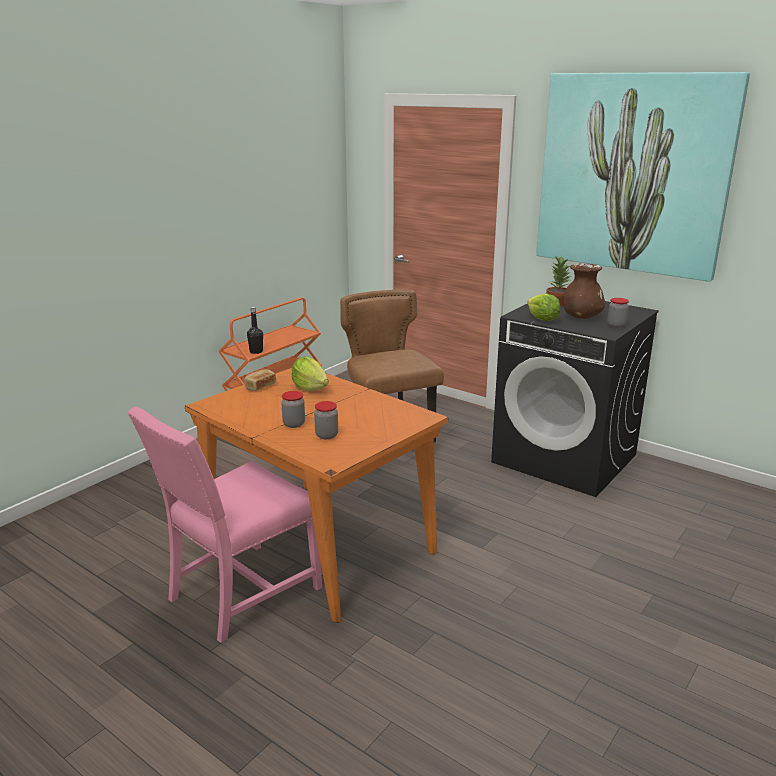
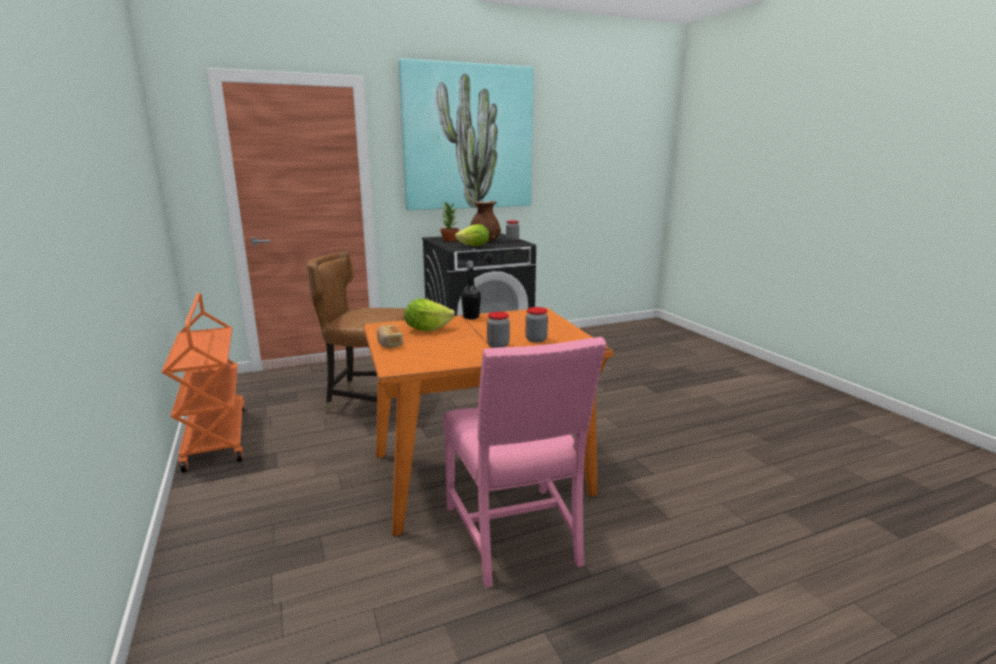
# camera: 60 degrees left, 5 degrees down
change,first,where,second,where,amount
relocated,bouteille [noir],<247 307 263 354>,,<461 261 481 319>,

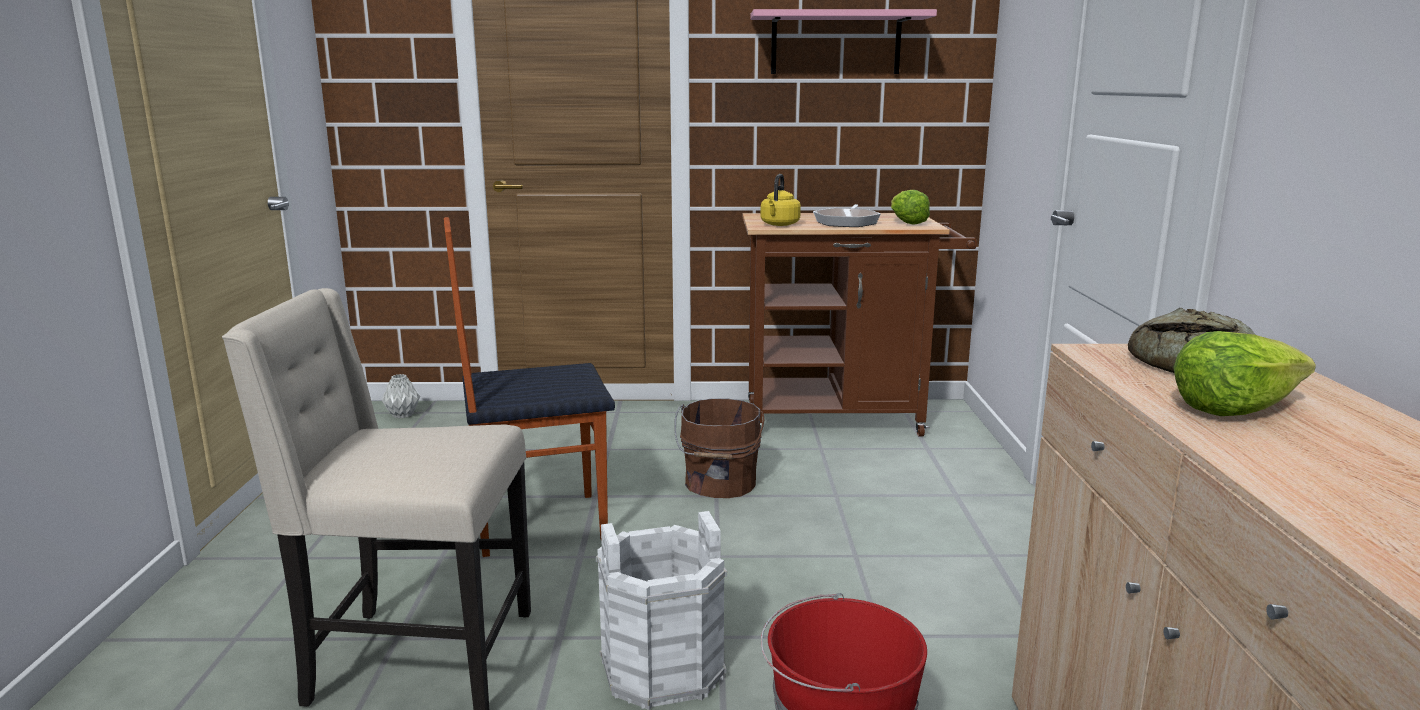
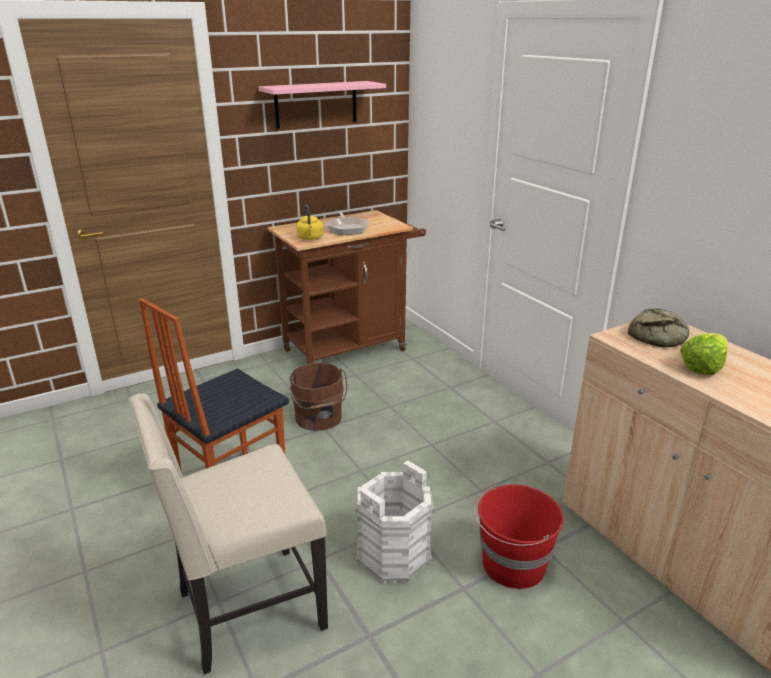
# camera: 30 degrees left, 10 degrees up
change,first,where,second,where,amount
missing,vase [gris],<382 374 420 418>,,,
missing,laitue,<891 190 930 225>,,,

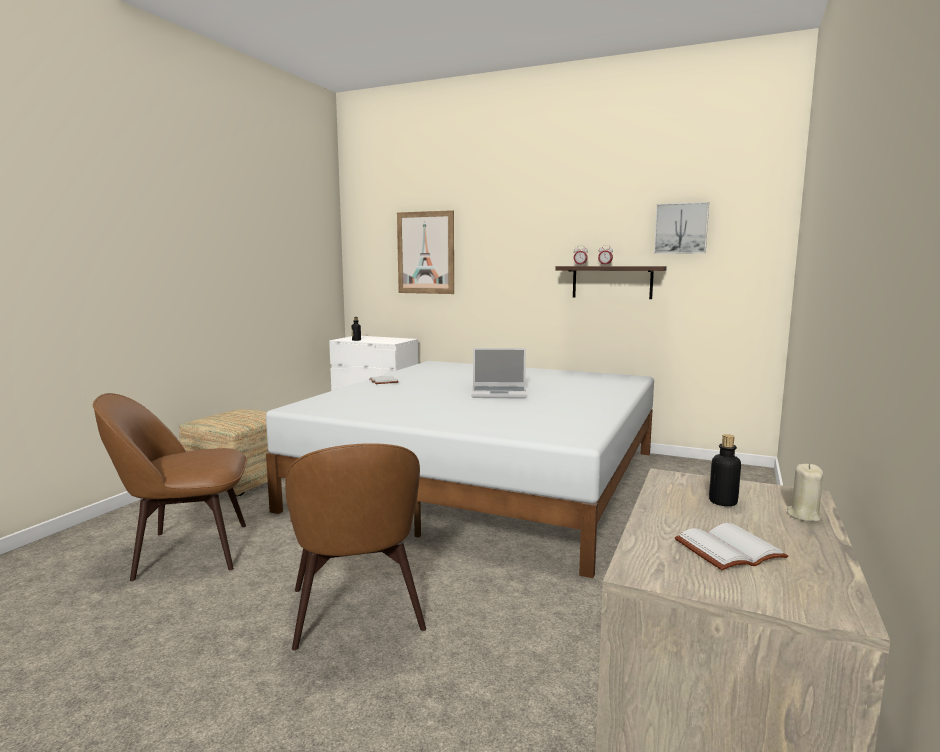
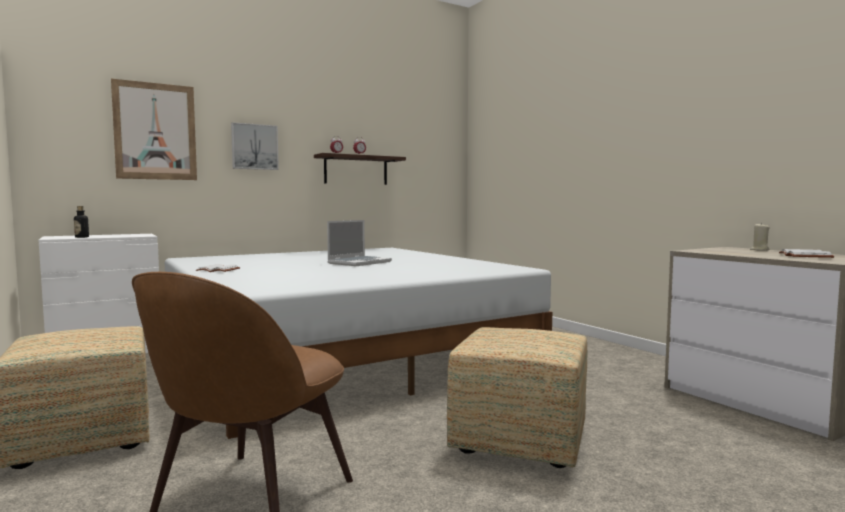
# camera: 55 degrees left, 5 degrees down
change,first,where,second,where,amount
missing,bouteille,<709 434 741 506>,,,
relocated,tableau,<654 202 709 254>,,<231 122 279 170>,
exchanged,chaise [marron],<285 443 426 650>,pouf,<447 327 587 468>,

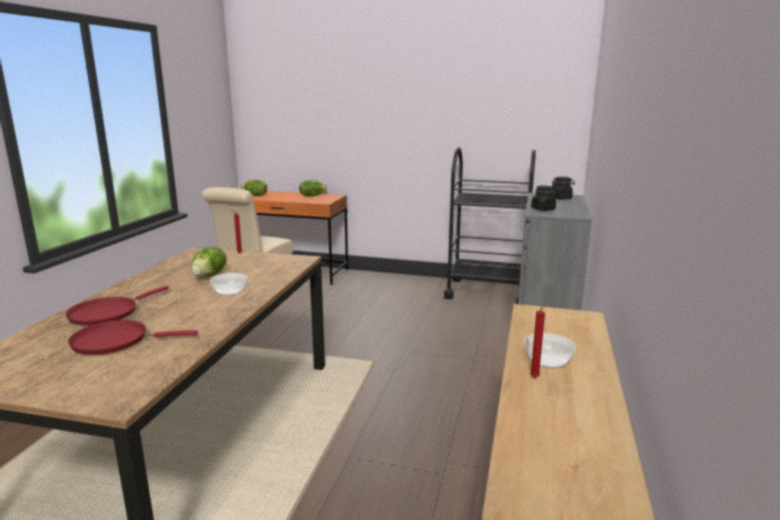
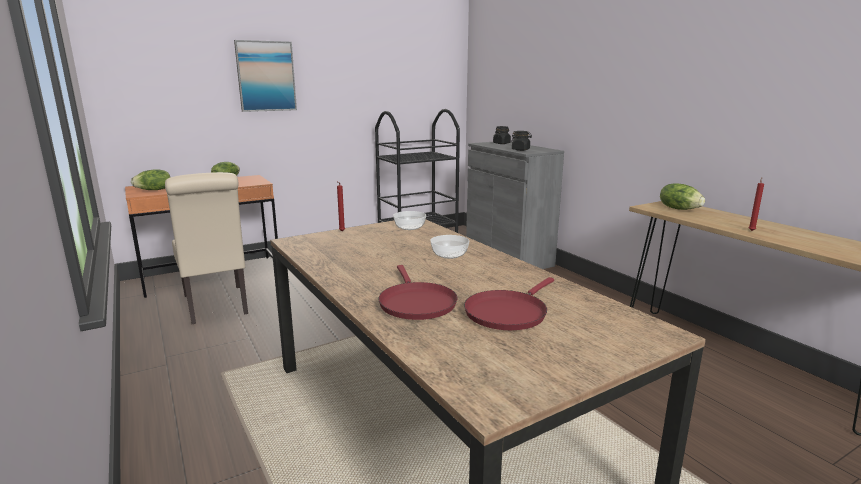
# camera: 45 degrees left, 0 degrees up
change,first,where,second,where,amount
appeared,,,tableau,<234 40 297 112>,
relocated,laitue,<191 247 227 277>,,<660 183 705 210>,
relocated,bol,<524 333 576 368>,,<393 211 426 230>,

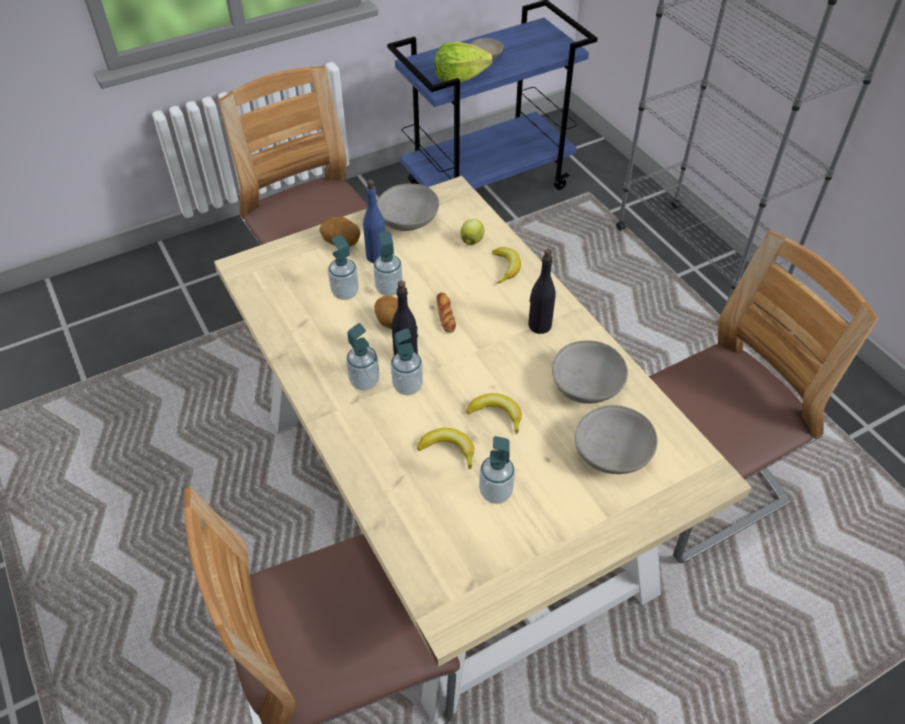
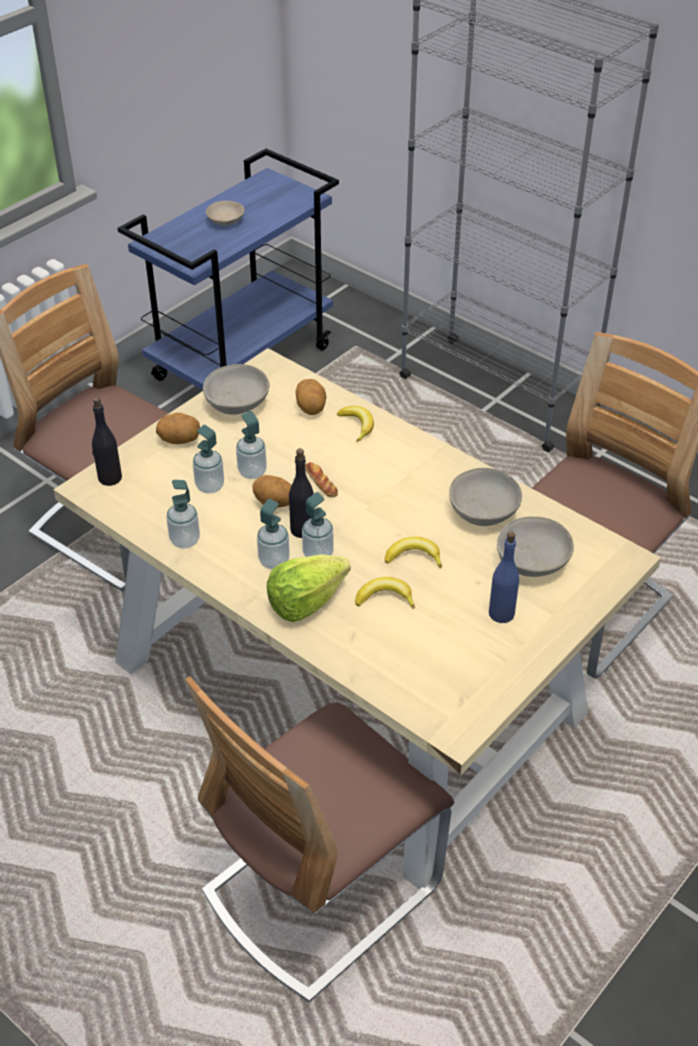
# camera: 20 degrees left, 5 degrees down
change,first,where,second,where,amount
relocated,bouteille [bleu],<363 180 386 263>,,<489 531 519 623>,
relocated,laitue,<435 42 493 83>,,<267 554 351 622>,
relocated,distributeur de savon,<479 436 515 504>,,<167 480 200 549>,
relocated,bouteille [noir],<528 249 556 334>,,<92 397 122 486>,
exchanged,pomme,<460 219 485 245>,pomme de terre,<296 379 326 415>,

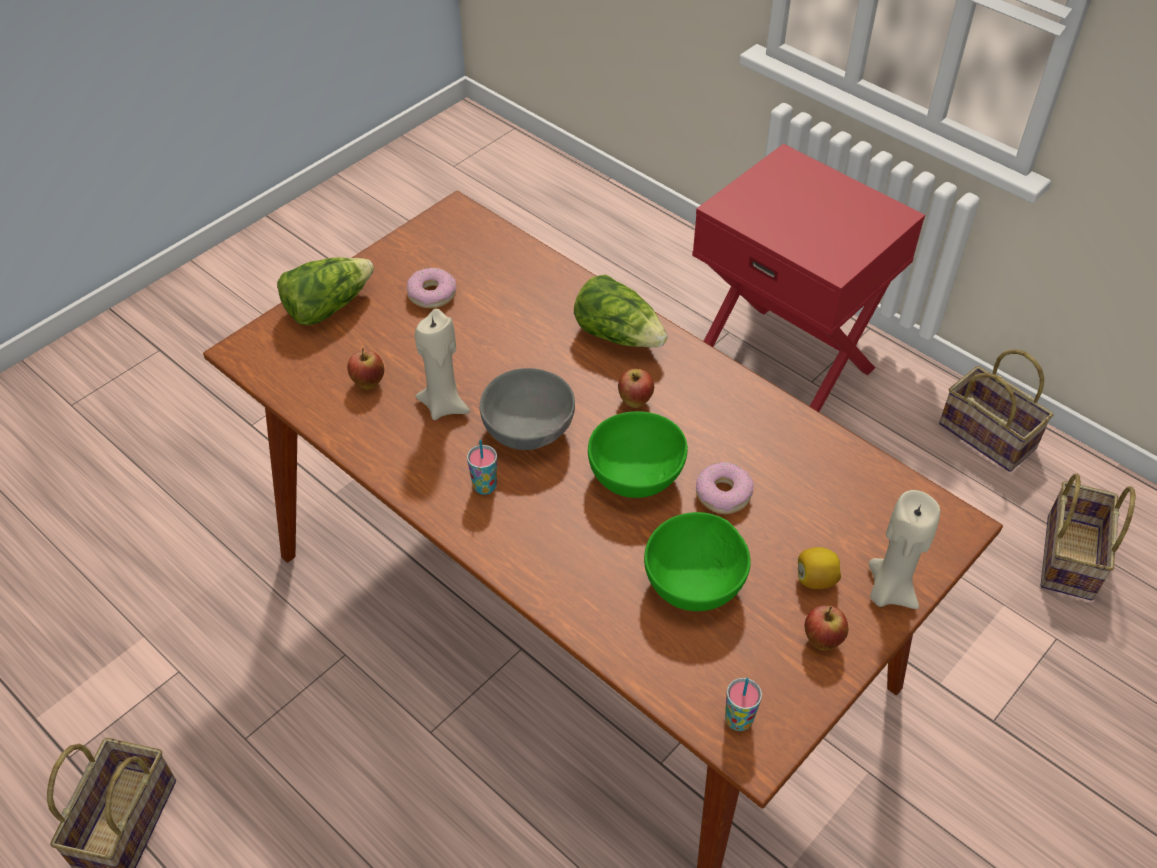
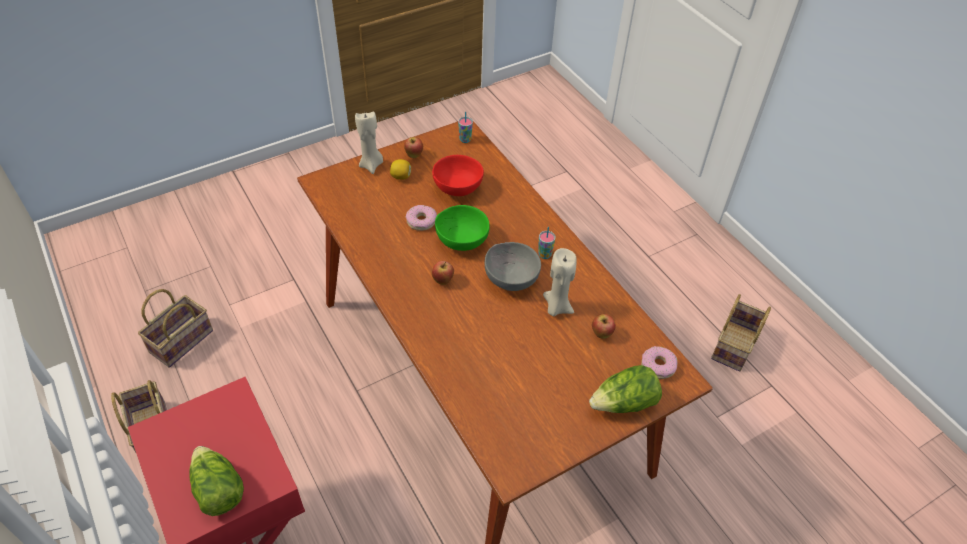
# camera: 165 degrees left, 0 degrees up
change,first,where,second,where,amount
relocated,beignet,<407 268 456 308>,,<641 346 678 379>,
relocated,laitue,<574 275 668 347>,,<189 446 244 516>,
colour,bol [vert],<644 512 751 611>,bol [rouge],<432 155 484 196>,

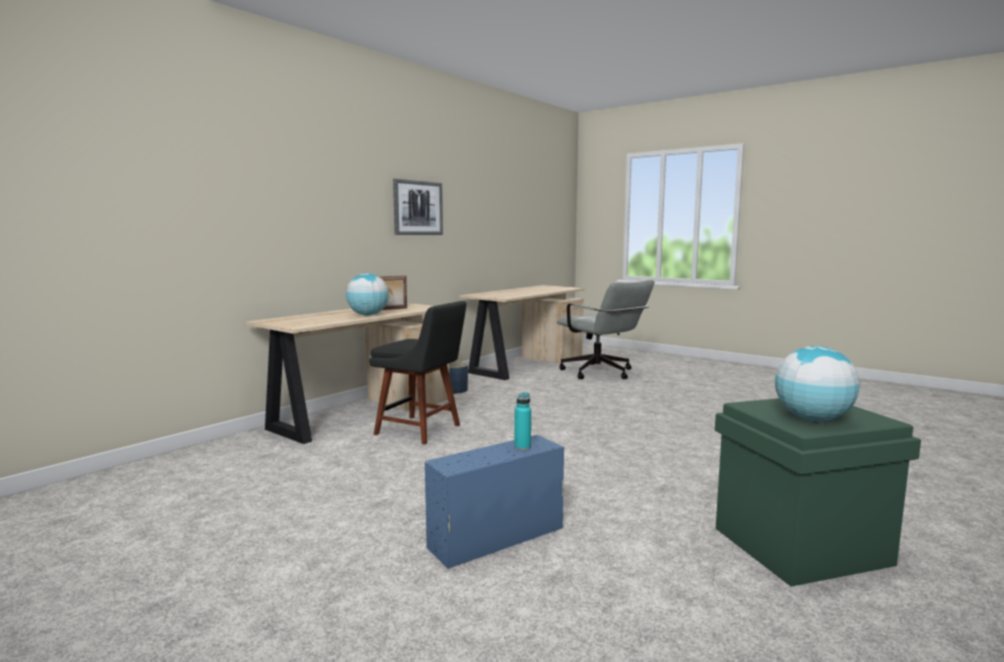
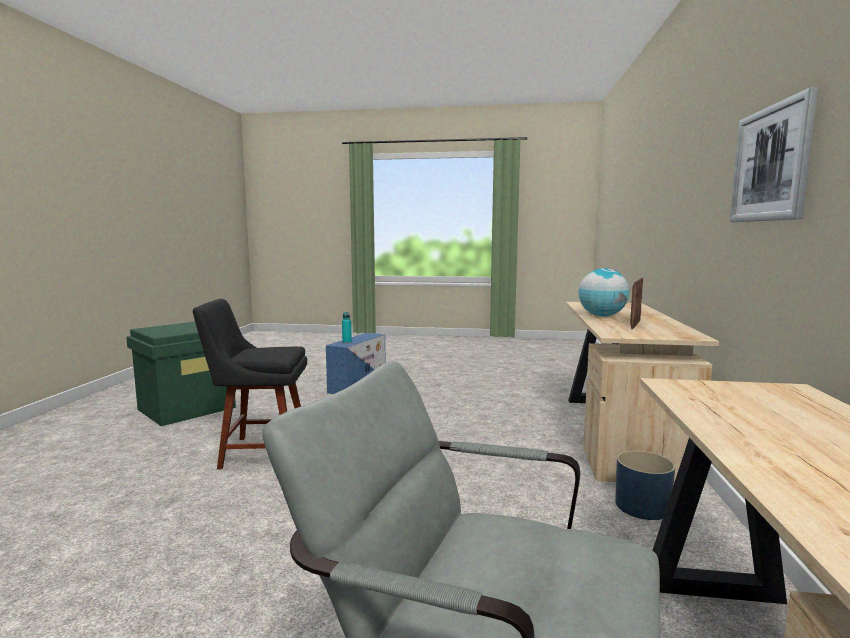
# camera: 150 degrees right, 0 degrees up
change,first,where,second,where,amount
missing,globe,<775 346 860 421>,,,
relocated,chaise [noir],<369 301 467 445>,,<193 299 307 470>,

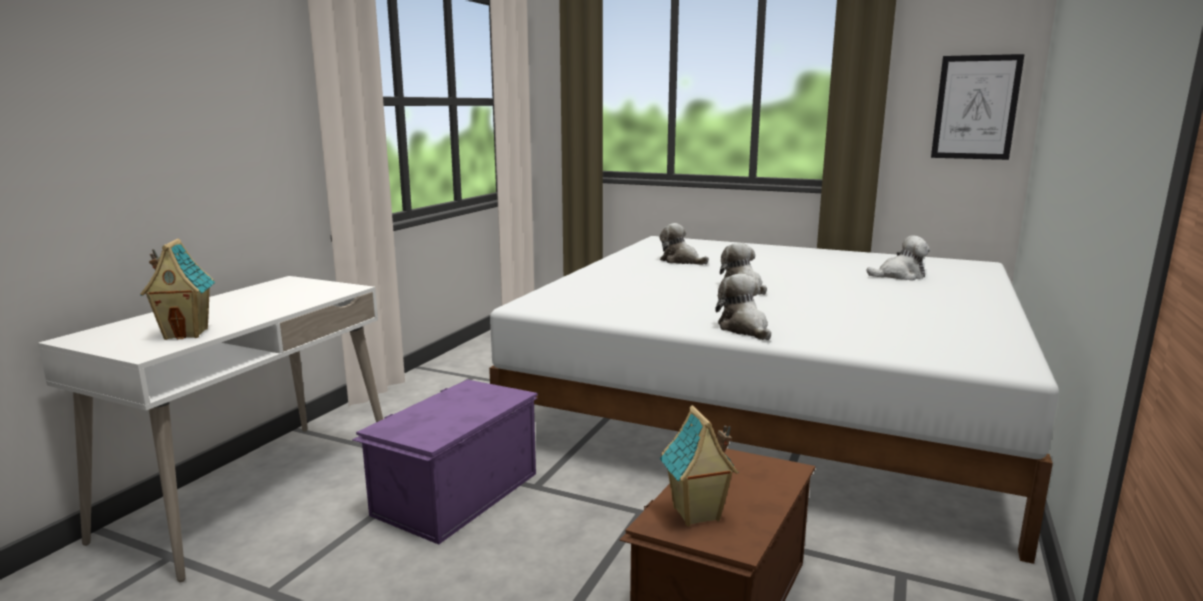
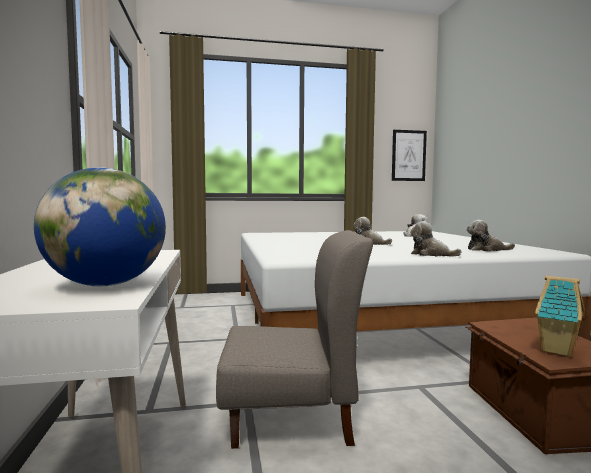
# camera: 35 degrees left, 10 degrees down
change,first,where,second,where,amount
relocated,peluche,<660 223 709 265>,,<466 220 515 251>,
exchanged,maison miniature,<140 239 215 340>,globe,<34 167 166 286>,
exchanged,boîte de rangement [violet],<352 379 538 545>,chaise [gris],<216 230 373 449>,

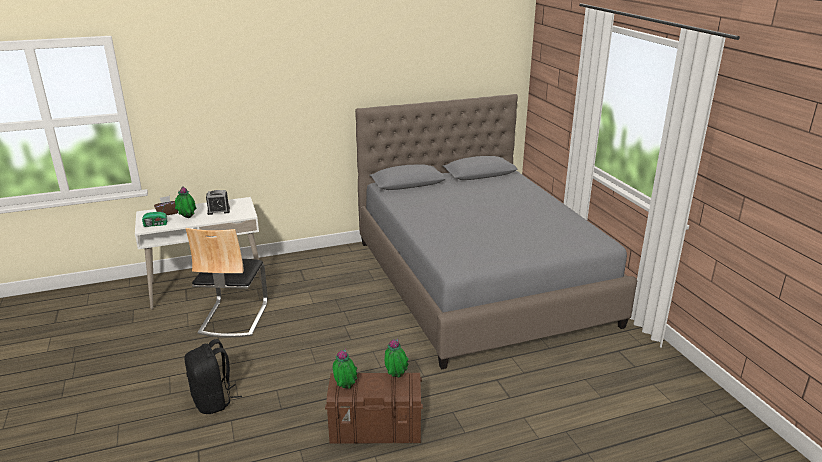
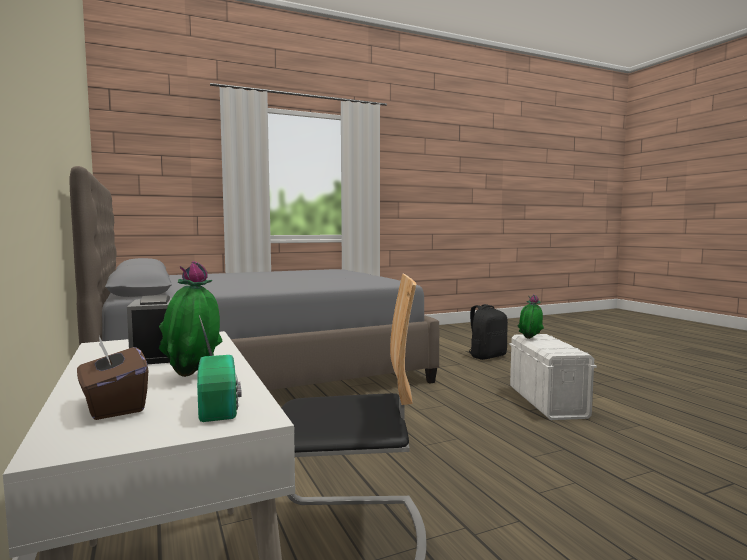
# camera: 95 degrees left, 20 degrees down
change,first,where,second,where,amount
missing,plante en pot,<332 349 357 389>,,,
relocated,sac à dos [noir],<184 339 242 414>,,<466 304 508 360>,
colour,boîte de rangement [marron],<325 373 423 444>,boîte de rangement [blanc],<509 334 597 420>,

